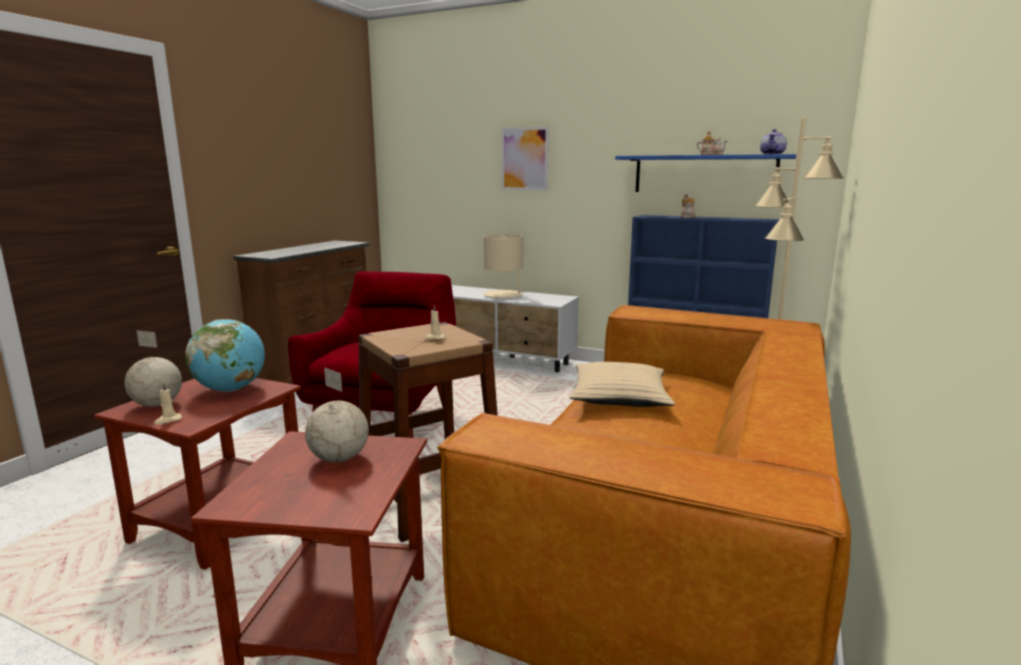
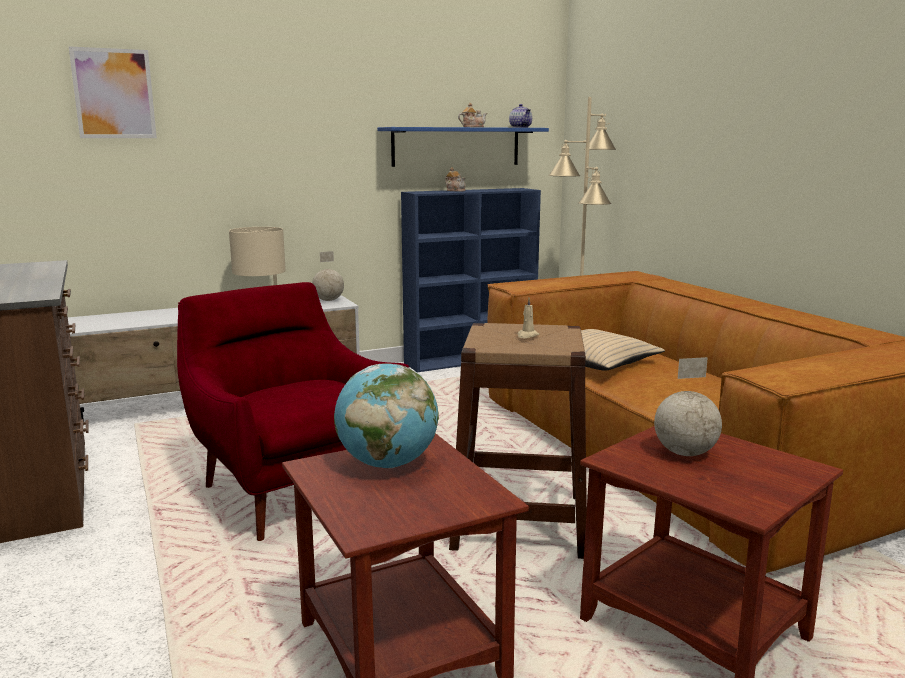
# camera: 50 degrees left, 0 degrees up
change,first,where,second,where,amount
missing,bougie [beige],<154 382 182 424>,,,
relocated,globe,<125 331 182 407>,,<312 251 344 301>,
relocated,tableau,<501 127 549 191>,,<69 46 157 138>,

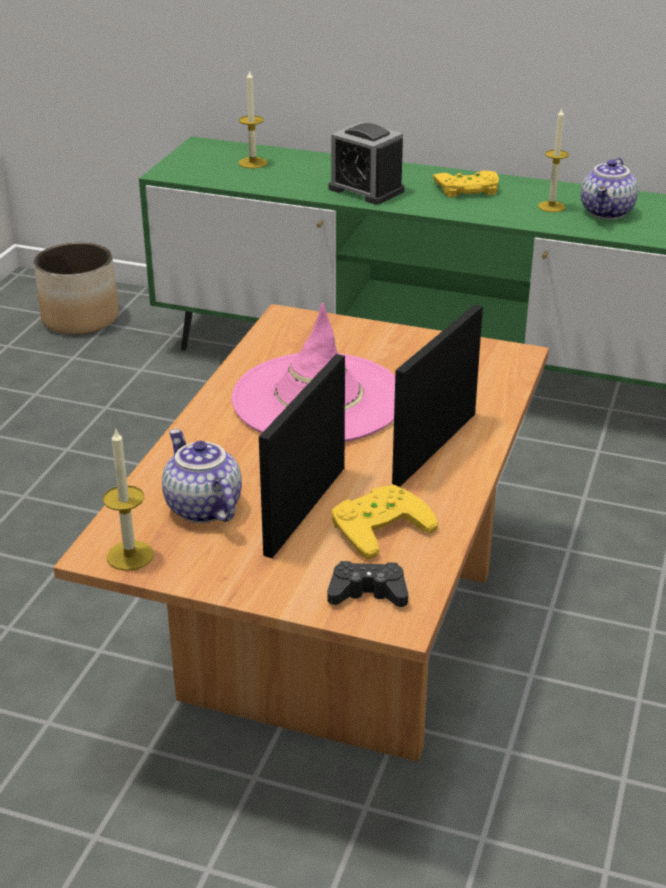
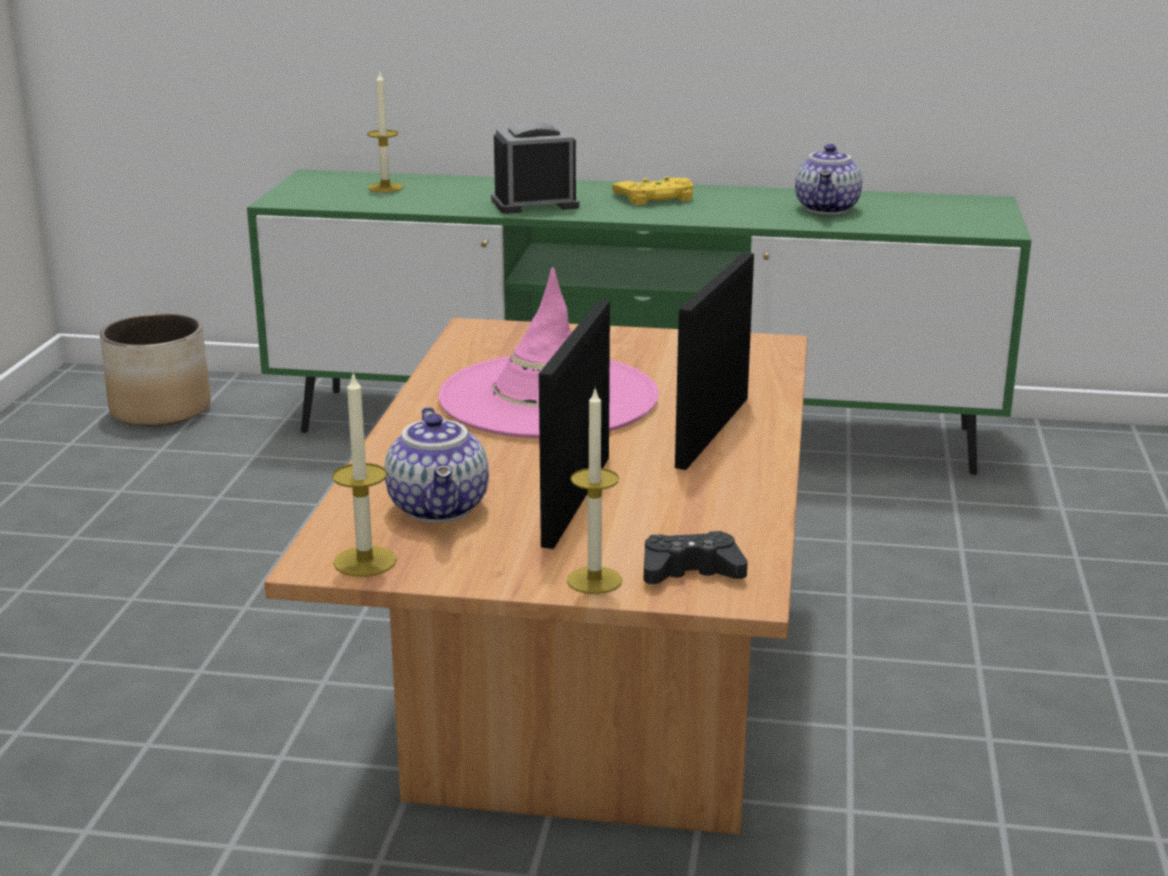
# camera: 10 degrees left, 10 degrees down
change,first,where,second,where,amount
missing,manette [jaune],<331 485 438 560>,,,
relocated,bougie,<538 107 569 212>,,<567 389 622 594>,
spun,théière,<162 429 242 523>,,<385 407 489 523>,150 degrees counterclockwise
spun,réveil,<329 122 404 205>,,<491 122 579 214>,135 degrees clockwise

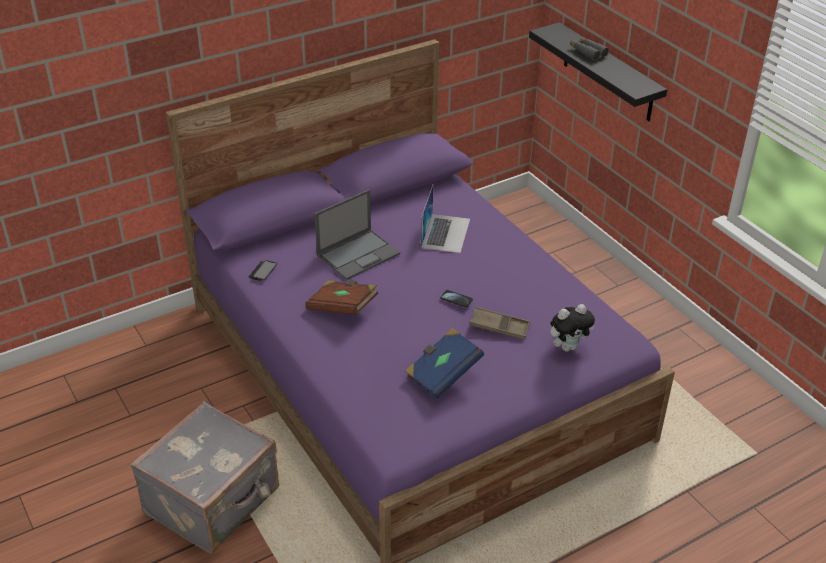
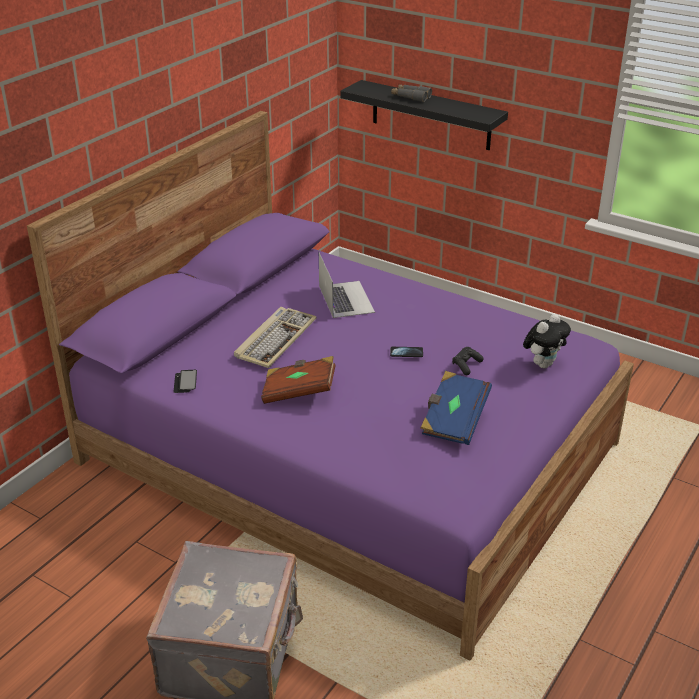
# camera: 25 degrees left, 5 degrees down
change,first,where,second,where,amount
exchanged,ordinateur portable,<314 189 400 280>,clavier,<234 307 317 368>,
exchanged,plateau [marron],<469 307 530 340>,manette [noir],<452 347 484 375>,

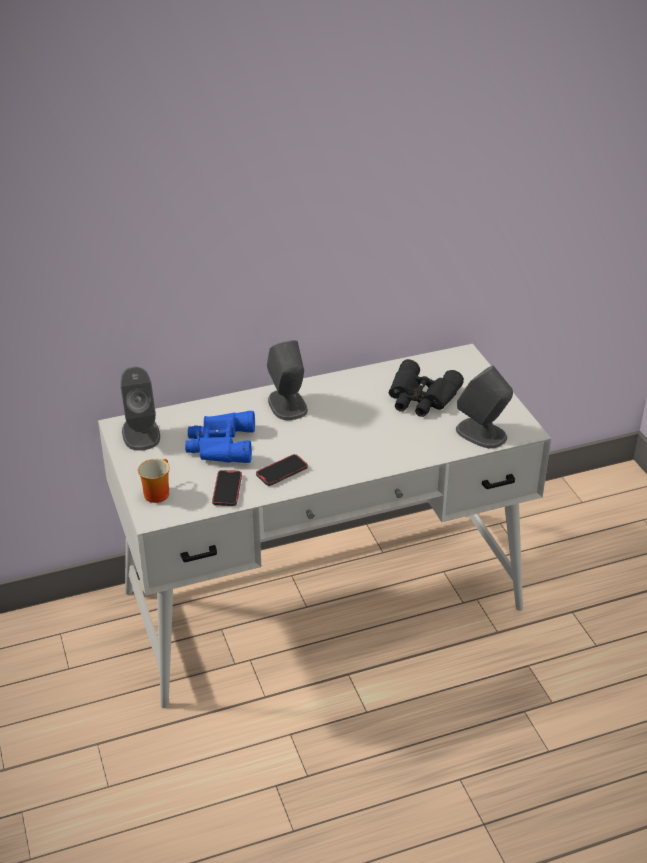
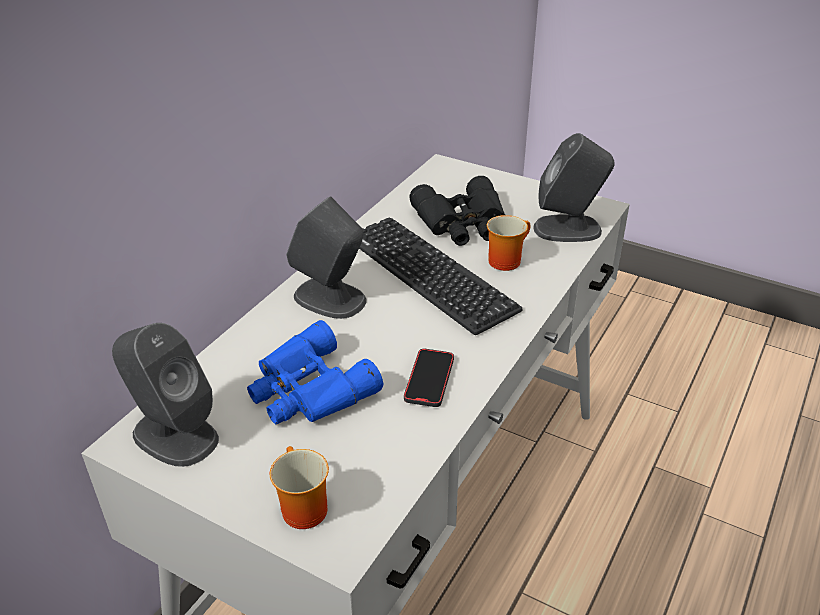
# camera: 40 degrees left, 0 degrees up
change,first,where,second,where,amount
missing,téléphone,<212 470 242 506>,,,
appeared,,,clavier,<359 217 523 335>,
appeared,,,mug,<487 215 531 271>,

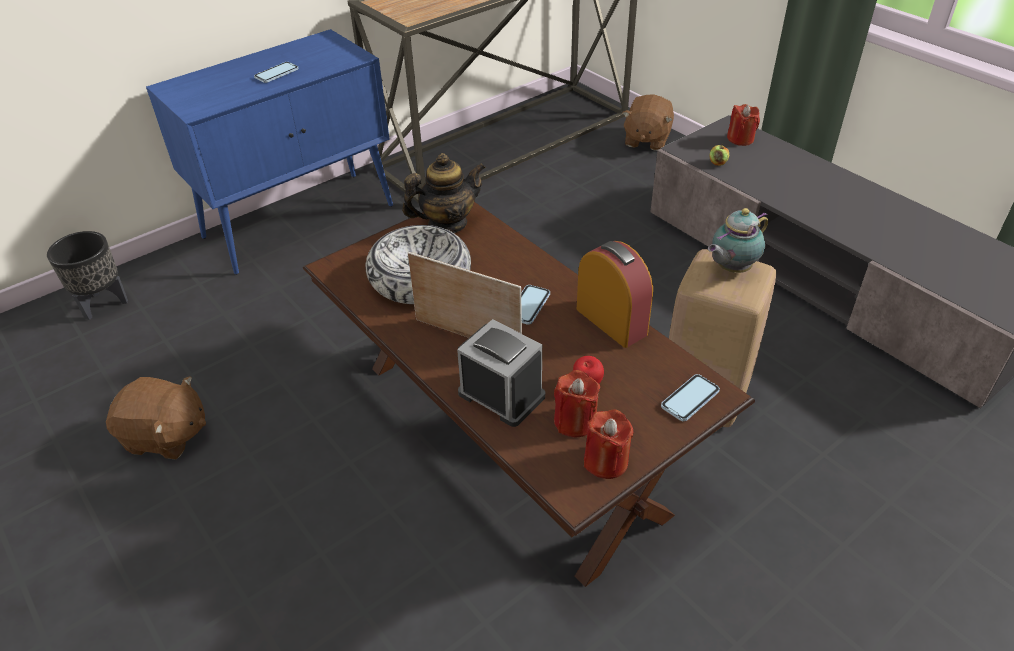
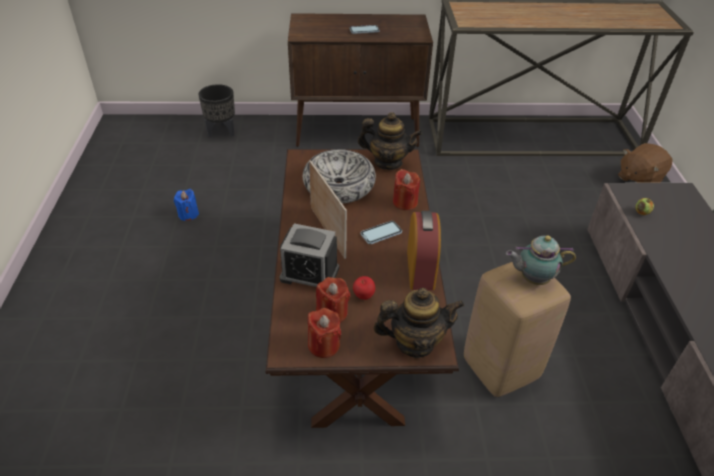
# camera: 35 degrees right, 0 degrees up
change,first,where,second,where,amount
relocated,bougie [rouge],<727 104 760 146>,,<393 169 420 210>,
exchanged,peluche [marron],<106 376 206 459>,bougie [bleu],<174 189 199 221>,
exchanged,téléphone,<661 374 720 421>,théière,<373 288 464 358>,
colour,meuble de rangement [bleu],<146 29 393 275>,meuble de rangement [marron],<288 13 433 147>,
spun,réveil,<457 319 545 427>,,<280 223 339 287>,120 degrees clockwise

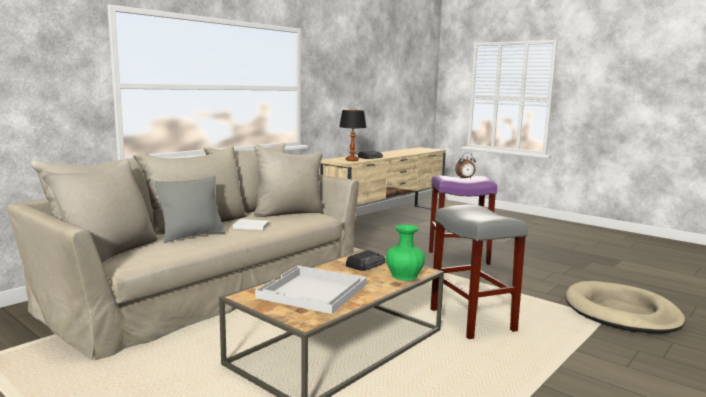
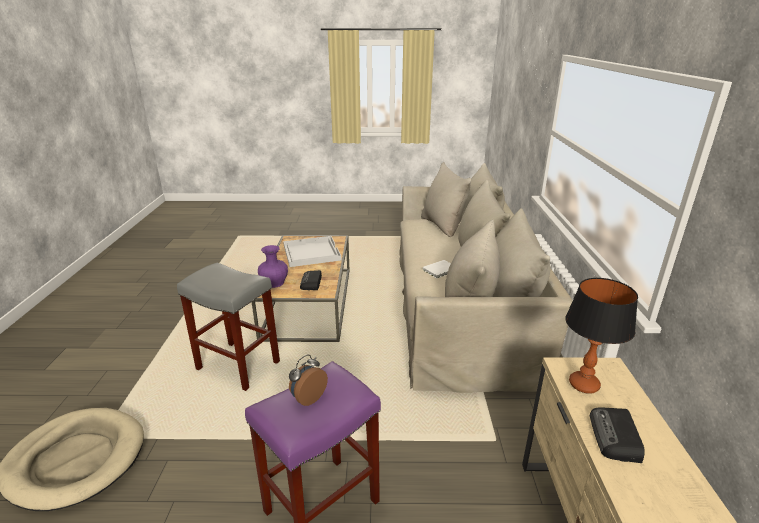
# camera: 140 degrees right, 15 degrees up
change,first,where,second,where,amount
missing,coussin [gris],<154 176 225 243>,,,
colour,vase [vert],<386 225 425 280>,vase [violet],<258 245 288 288>,

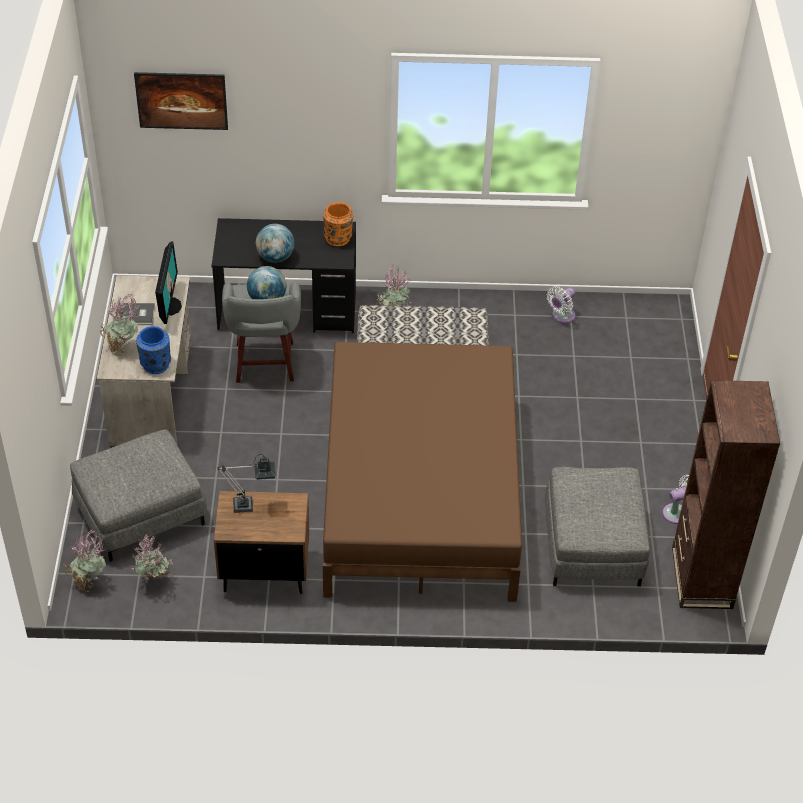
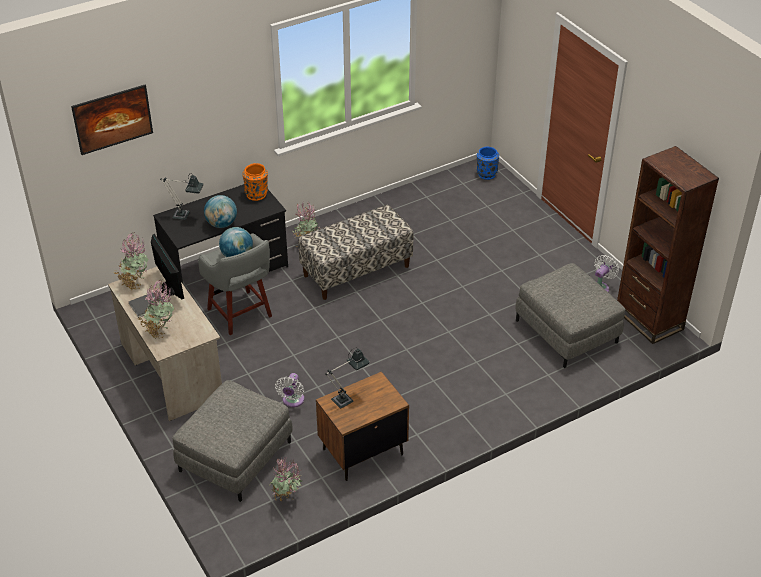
# camera: 30 degrees left, 5 degrees down
change,first,where,second,where,amount
missing,lit [marron],<323 342 522 602>,,,
appeared,,,lampe de table,<160 174 203 220>,
relocated,plante en pot,<64 529 106 592>,,<115 232 149 290>,
relocated,vase [bleu],<136 326 171 374>,,<477 147 499 180>,
relocated,ventilateur [blanc],<547 286 576 323>,,<275 373 304 407>,

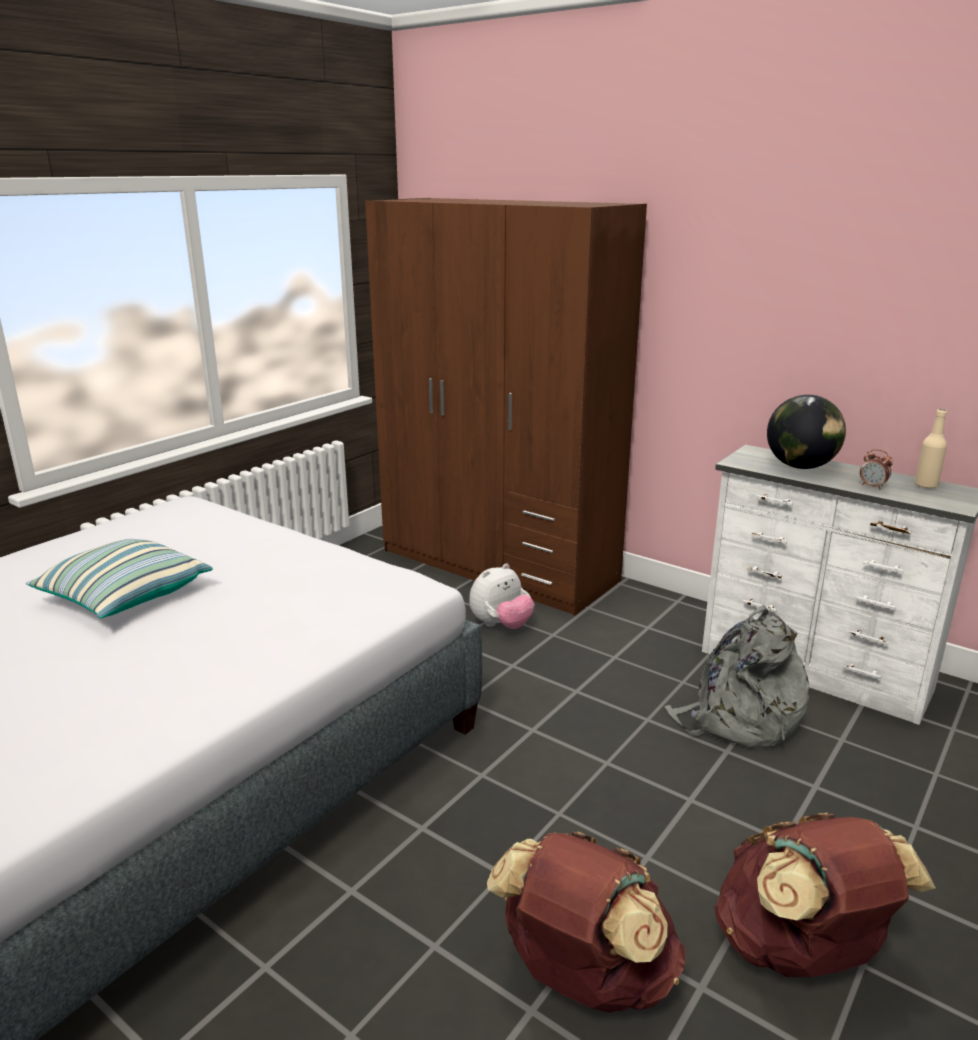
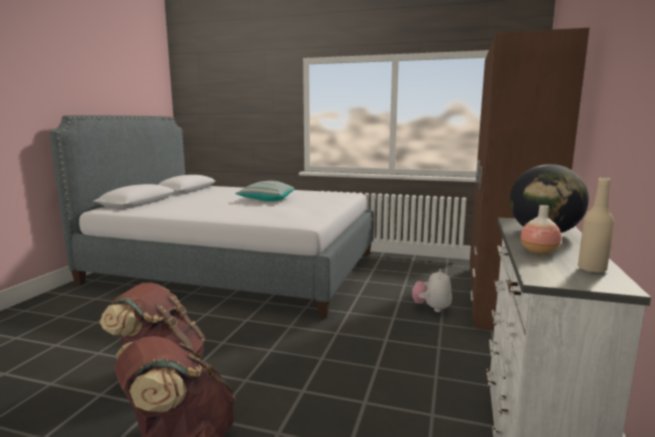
# camera: 70 degrees right, 10 degrees down
change,first,where,second,where,amount
missing,sac à dos [gris],<664 605 809 749>,,,
exchanged,réveil,<860 449 893 489>,vase,<520 205 561 254>,
spun,peluche,<469 563 535 629>,,<412 269 452 312>,75 degrees clockwise

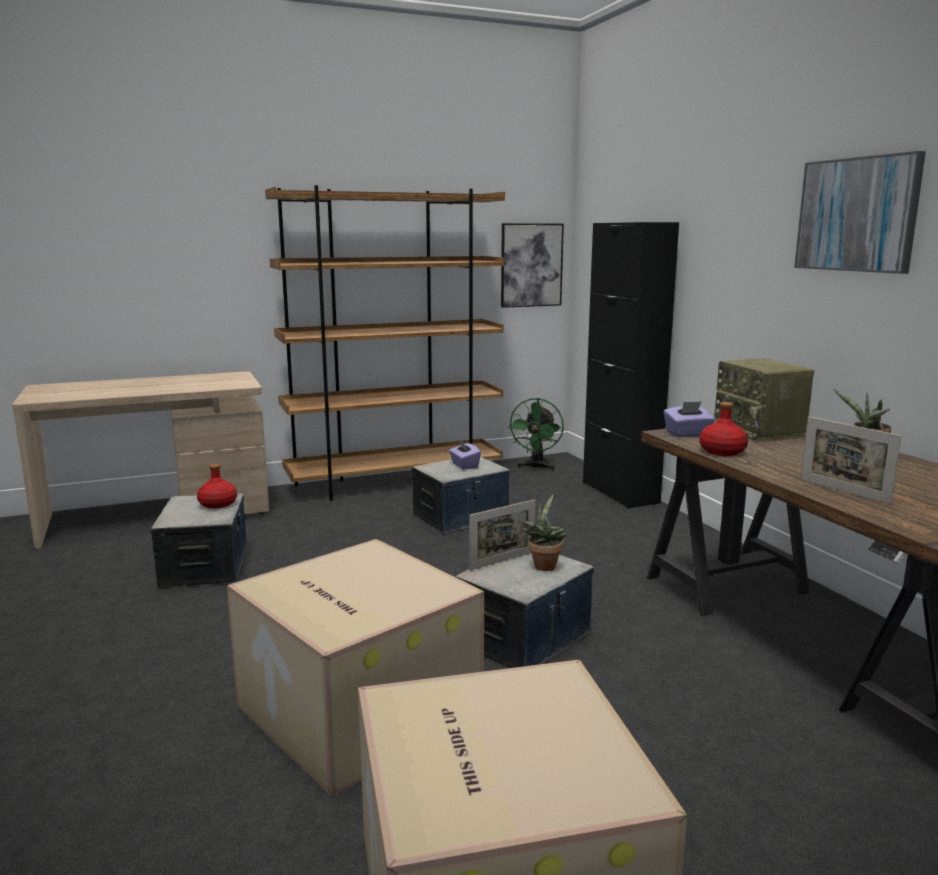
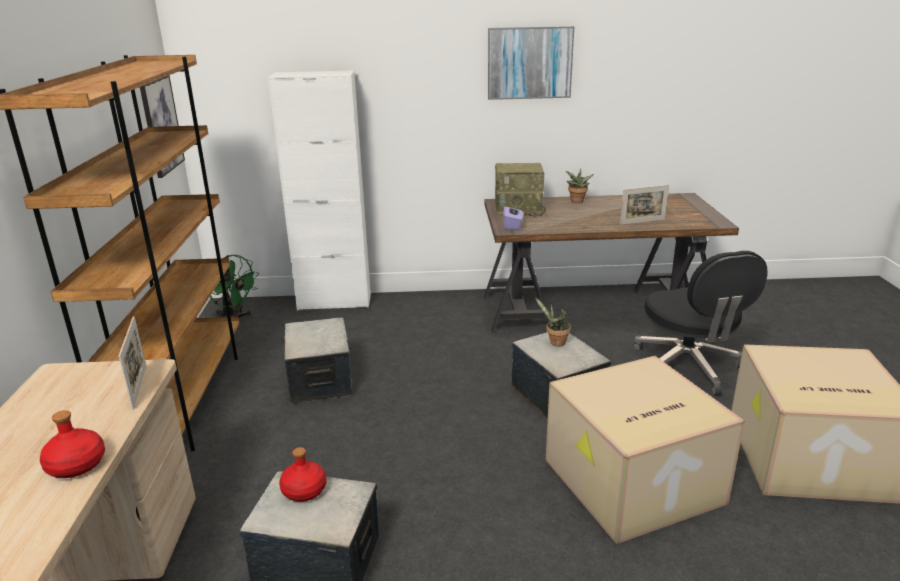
# camera: 70 degrees left, 10 degrees up
change,first,where,second,where,amount
missing,boîte à mouchoirs [violet],<449 439 481 470>,,,
appeared,,,chaise de bureau [noir],<633 251 768 396>,
relocated,cadre photo,<469 499 536 570>,,<119 316 146 410>,
relocated,bouteille [rouge],<699 402 748 456>,,<40 410 105 478>,
colour,meuble de rangement [noir],<583 222 679 508>,meuble de rangement [blanc],<268 70 371 310>,

